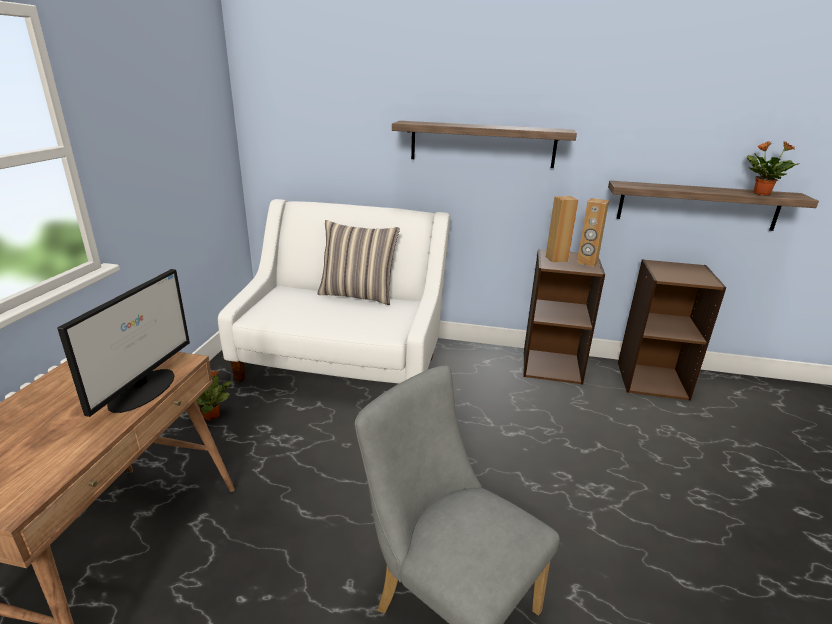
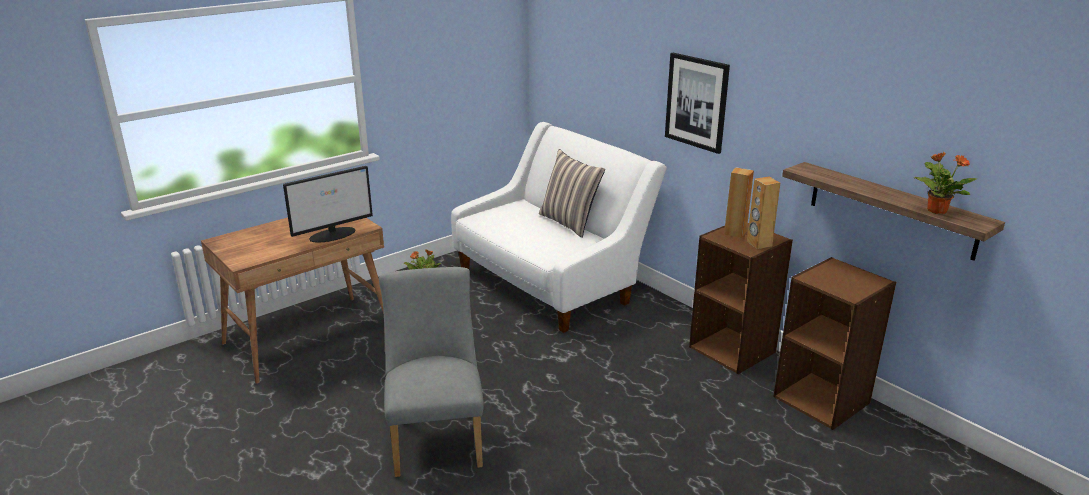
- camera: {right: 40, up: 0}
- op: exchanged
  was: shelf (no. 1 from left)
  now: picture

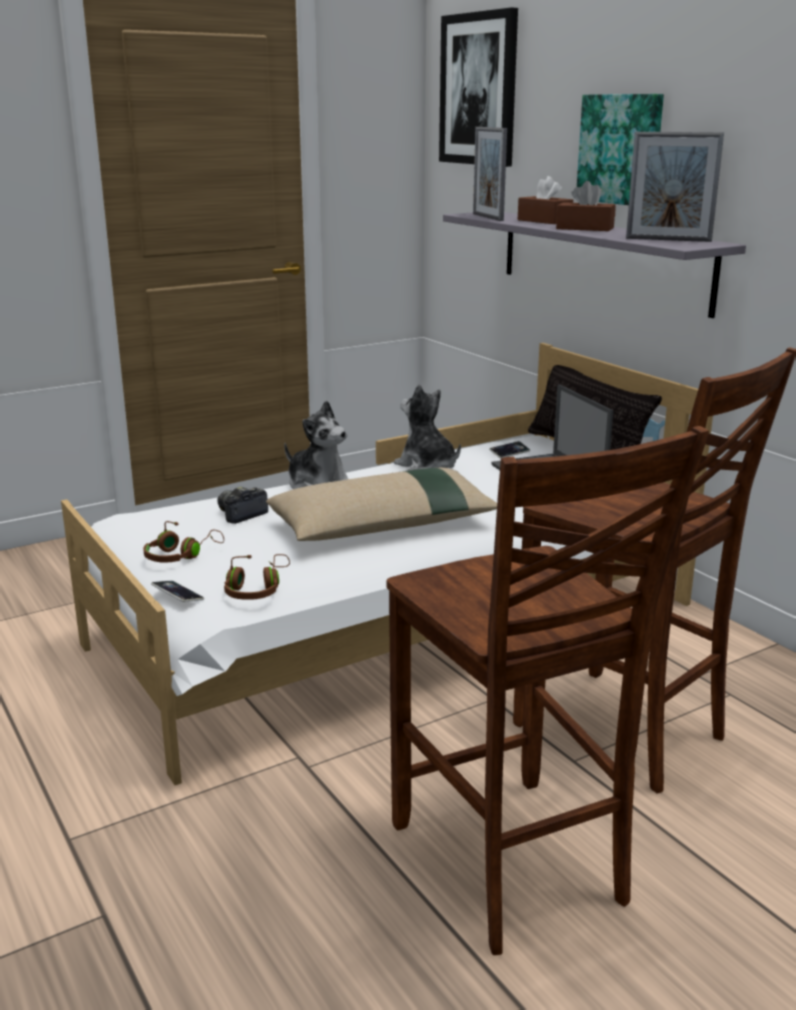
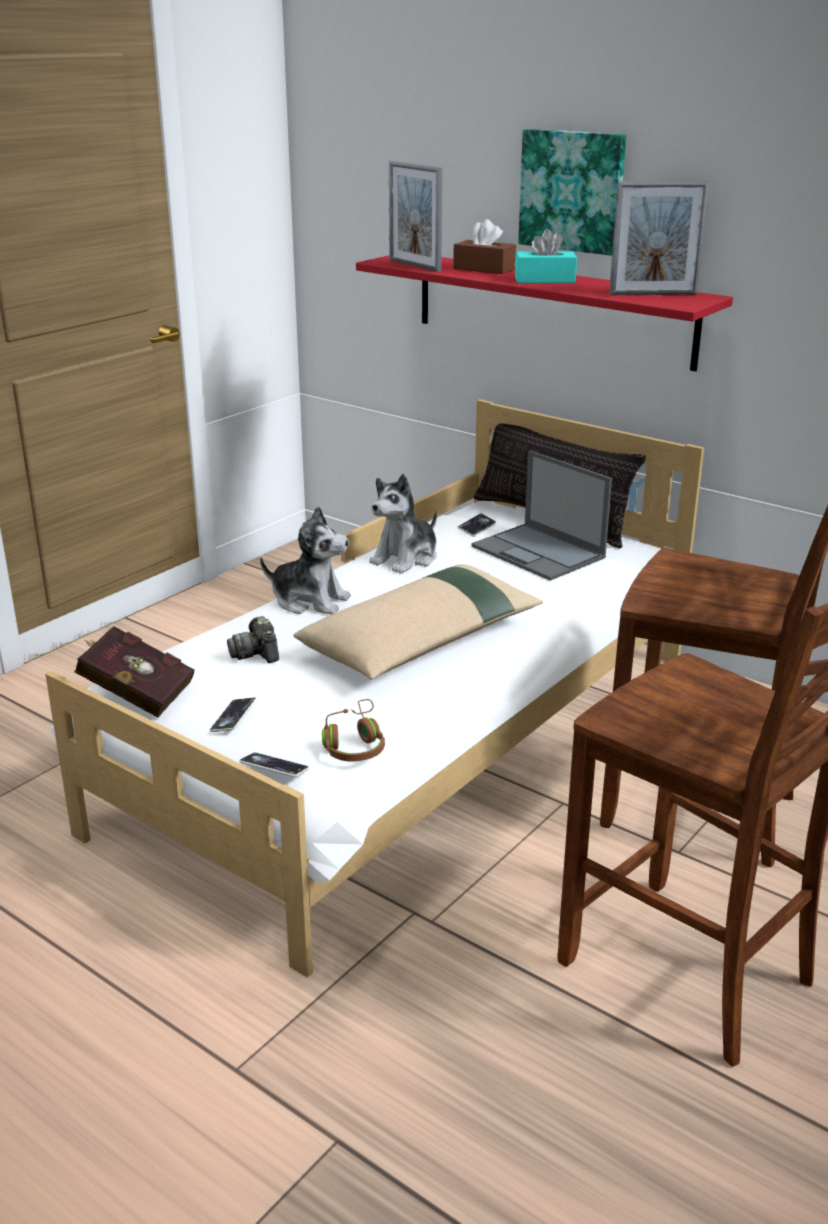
- camera: {right: -20, up: 5}
- op: appeared
  now: red_book
- op: exchanged
  was: brown_headphones (no. 1 from left)
  now: phone (no. 1 from left)
- op: spun
  was: photo_camera
  clockwise: -45
- op: colour
  was: grey_shelf
  now: red_shelf
- op: spun
  was: plush_toy (no. 2 from left)
  clockwise: -75
- op: colour
  was: brown_tissue_box (no. 2 from left)
  now: turquoise_tissue_box
- op: missing
  was: picture (no. 1 from left)

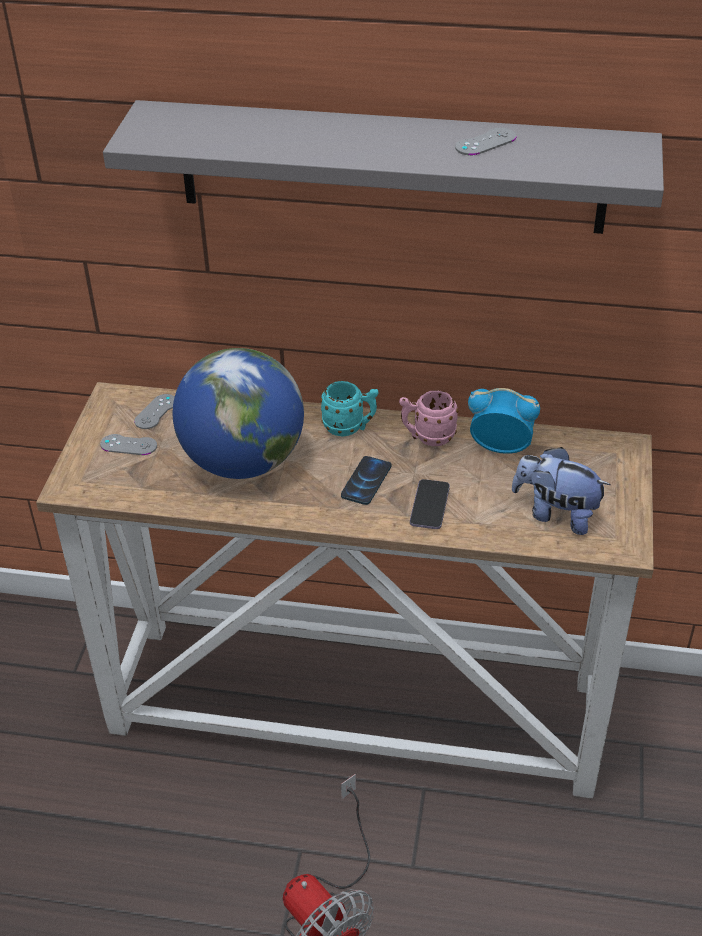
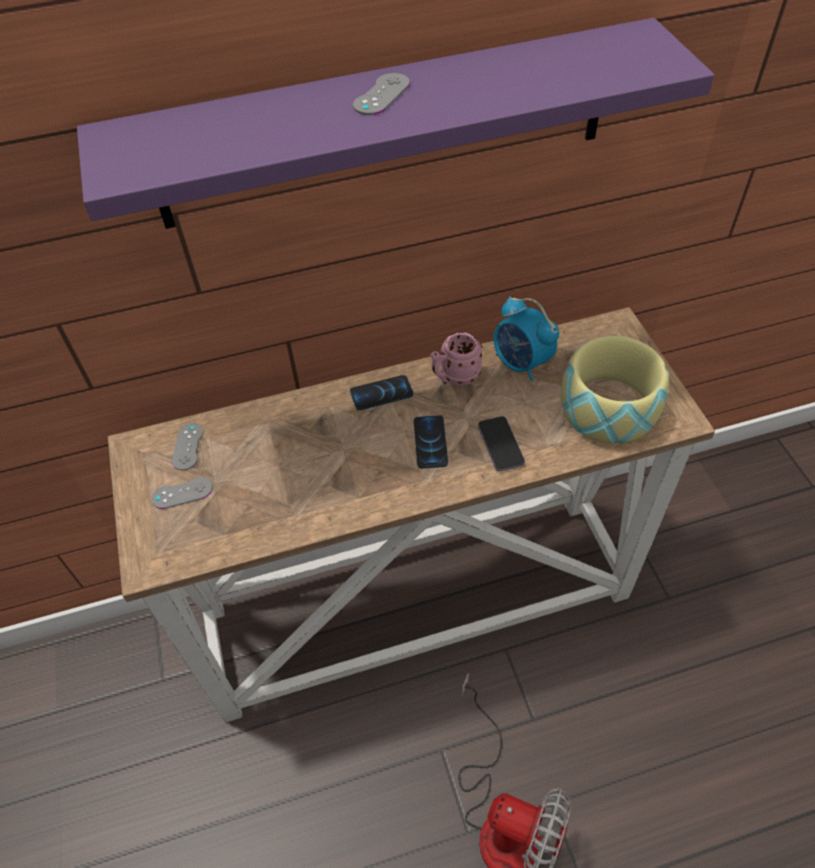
- camera: {right: -25, up: 10}
- op: colour
  was: grey_shelf
  now: purple_shelf
- op: exchanged
  was: turquoise_mug
  now: phone (no. 1 from left)
- op: relocated
  was: grey_game_controller (no. 3 from left)
- op: spun
  was: alarm_clock
  clockwise: -120
- op: exchanged
  was: plush_toy
  now: bowl
- op: missing
  was: globe

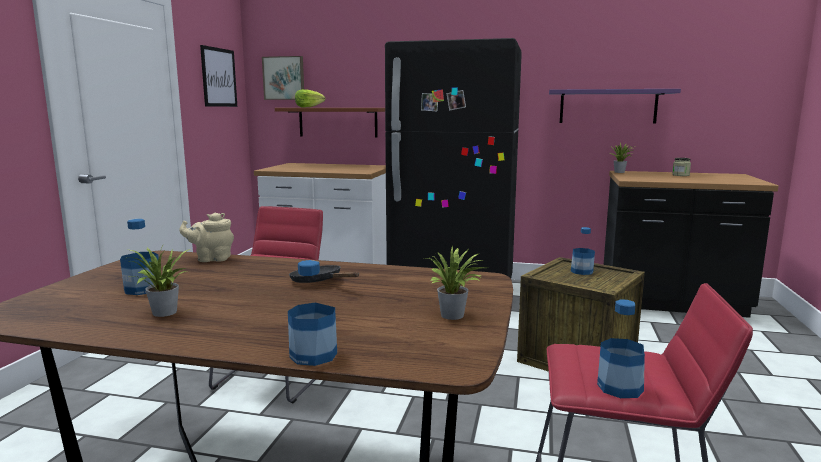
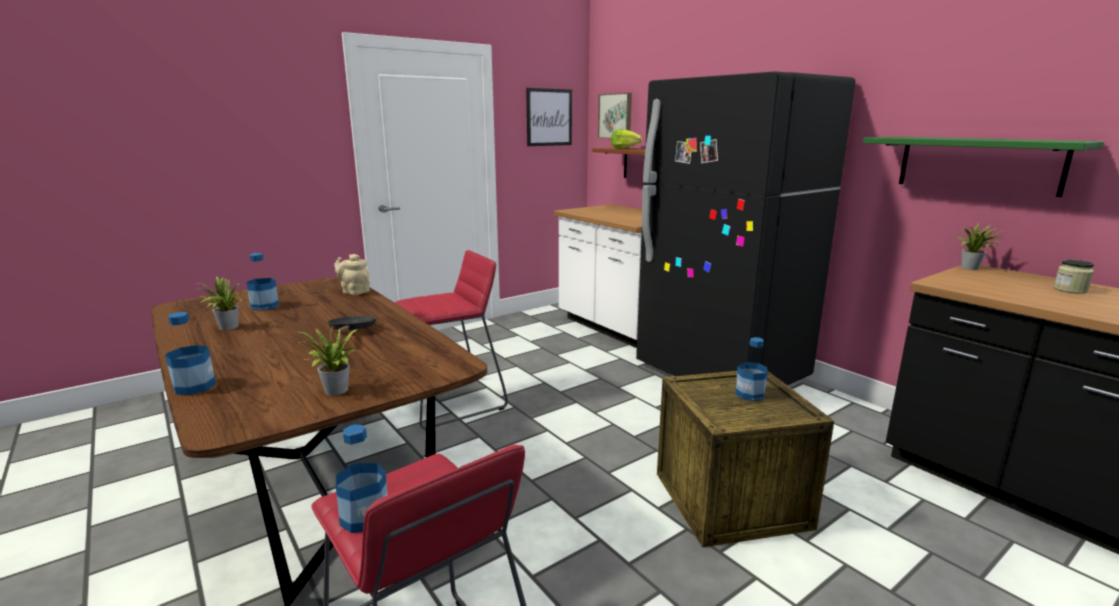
- camera: {right: 40, up: 5}
- op: colour
  was: purple_shelf
  now: green_shelf

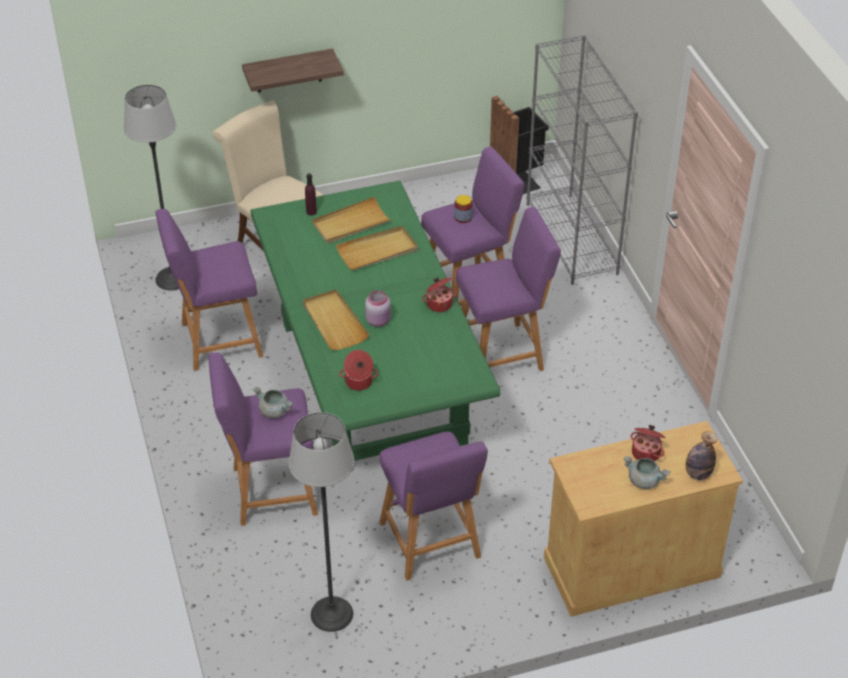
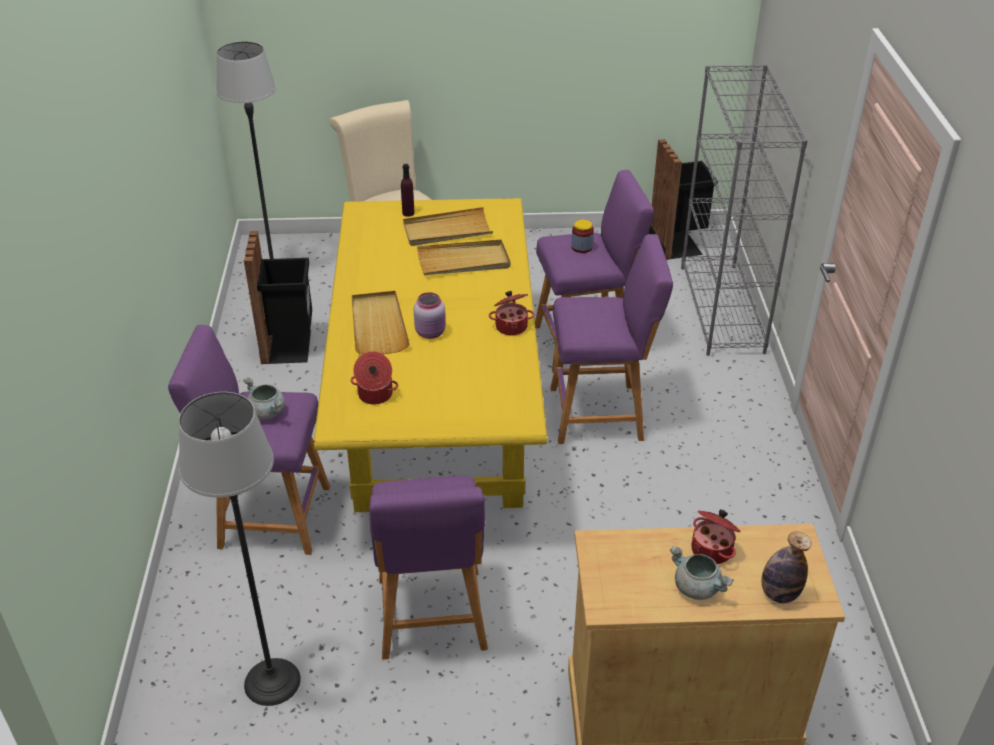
- camera: {right: 15, up: -5}
- op: exchanged
  was: purple_stool (no. 1 from left)
  now: black_trash_can (no. 1 from left)
- op: colour
  was: green_dining_table
  now: yellow_dining_table
- op: missing
  was: shelf

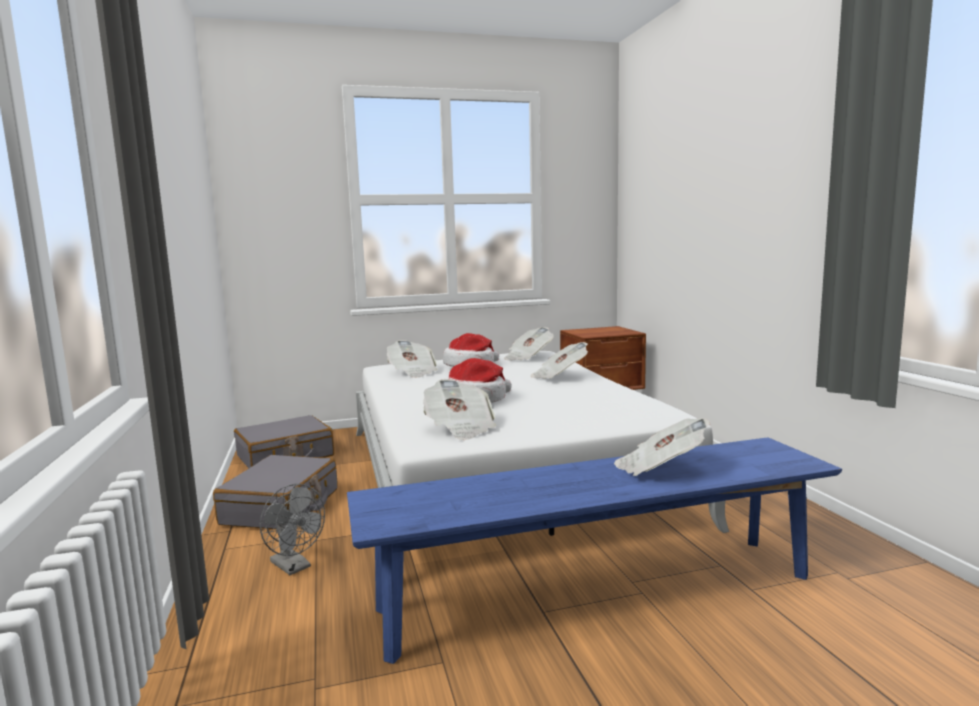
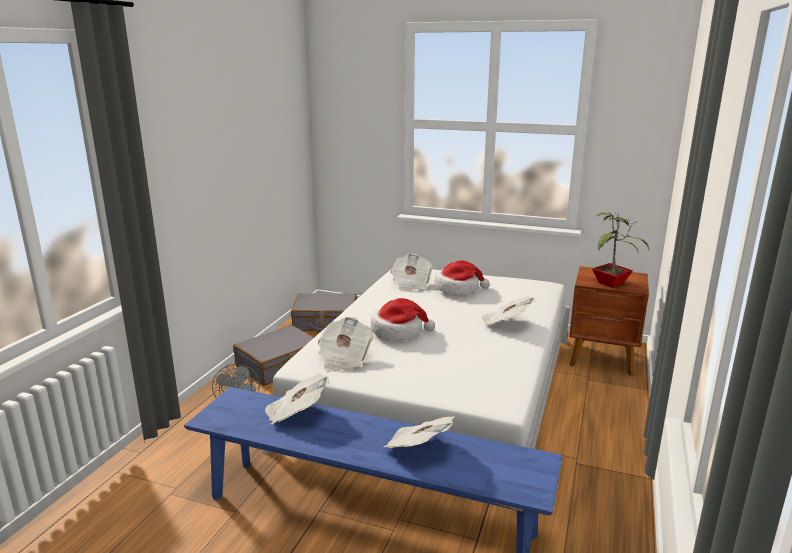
- camera: {right: 35, up: 10}
- op: relocated
  was: newspaper (no. 3 from left in the first image)
  now: newspaper (no. 1 from left)
- op: appeared
  now: potted_plant

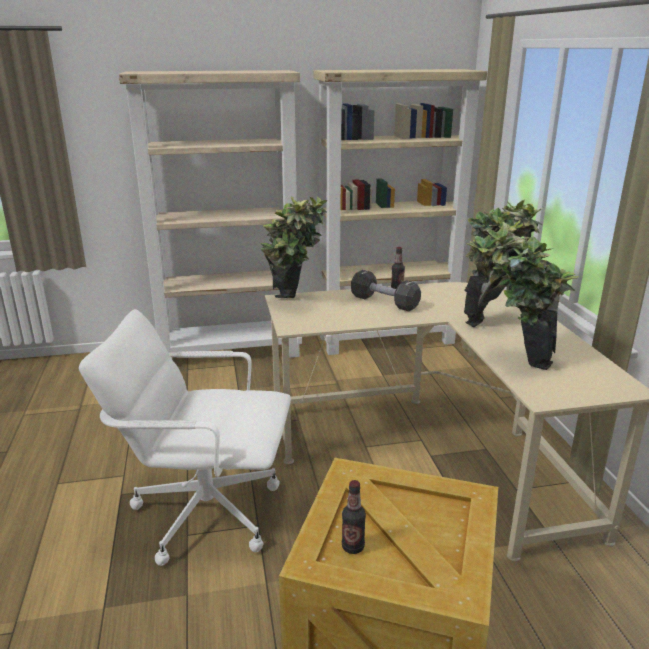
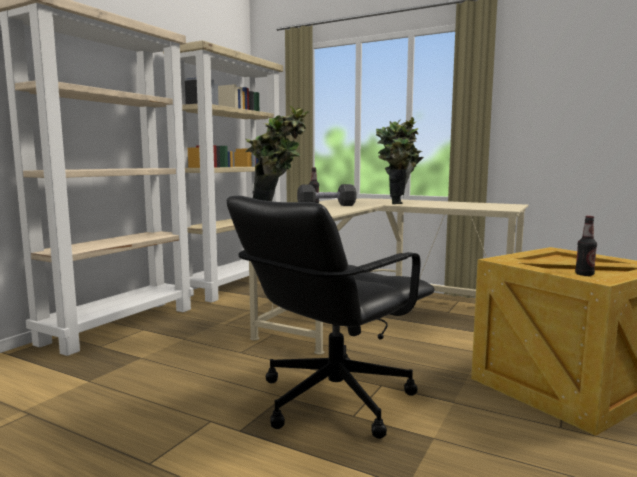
- camera: {right: -50, up: -15}
- op: colour
  was: white_office_chair
  now: black_office_chair
- op: missing
  was: potted_plant (no. 3 from left)

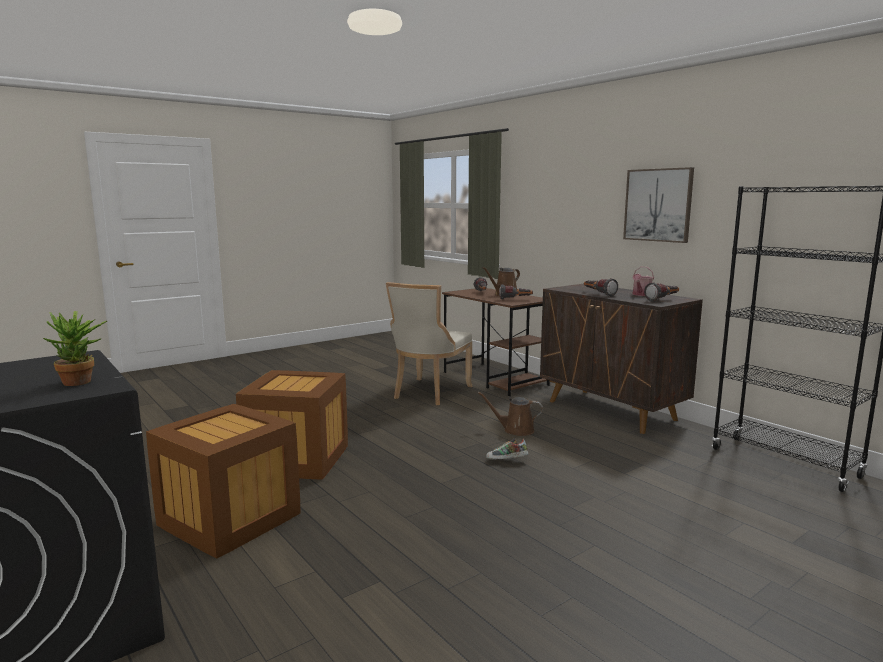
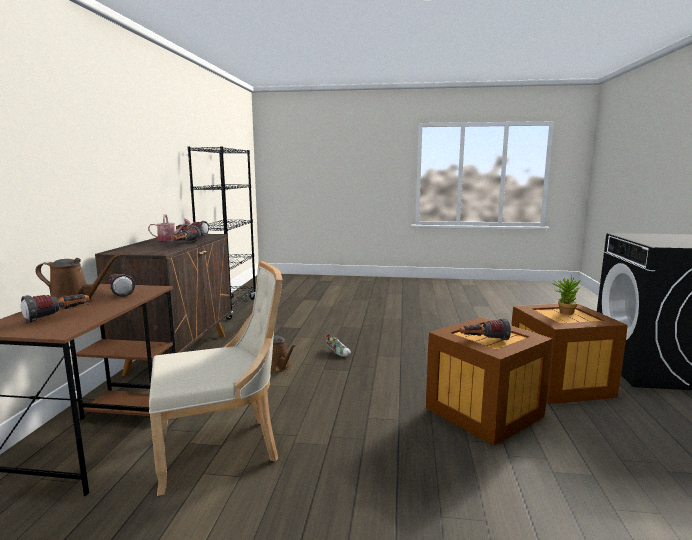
- camera: {right: -135, up: 0}
- op: appeared
  now: flashlight (no. 5 from left)
- op: relocated
  was: potted_plant
- op: missing
  was: picture

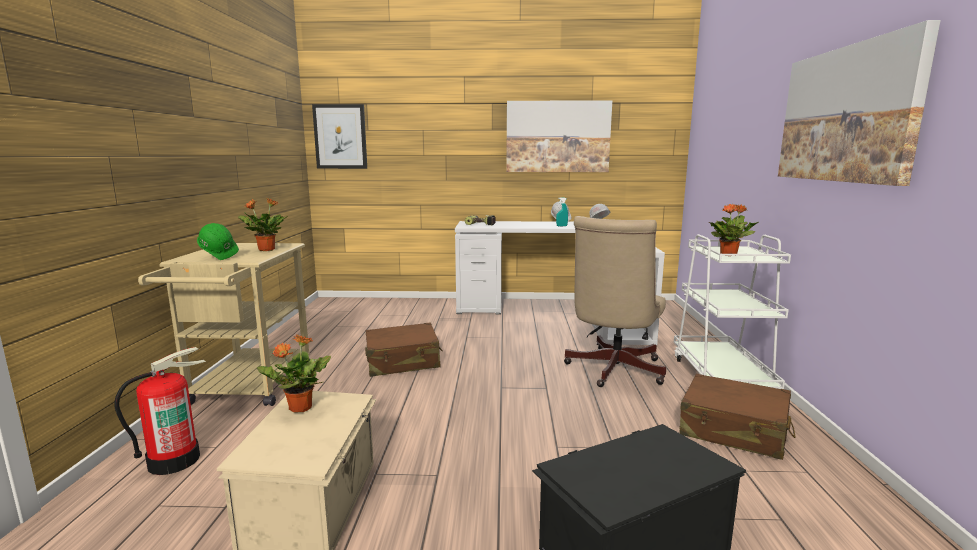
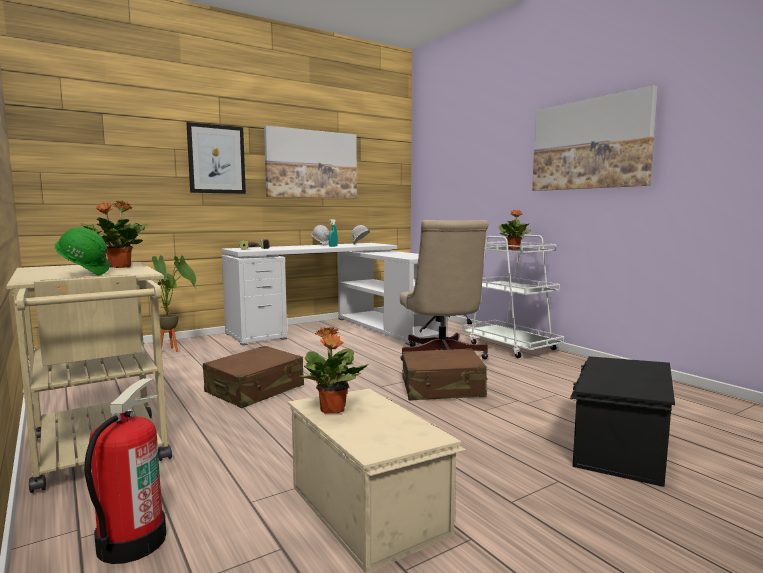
- camera: {right: -35, up: -5}
- op: appeared
  now: potted_plant (no. 2 from left)
- op: relocated
  was: picture (no. 1 from left)
- op: relocated
  was: brown_suitcase (no. 2 from left)

